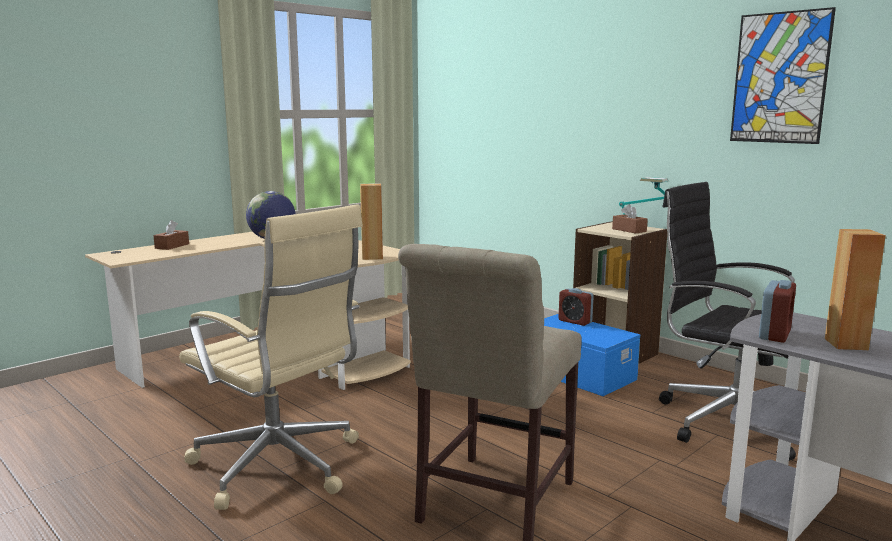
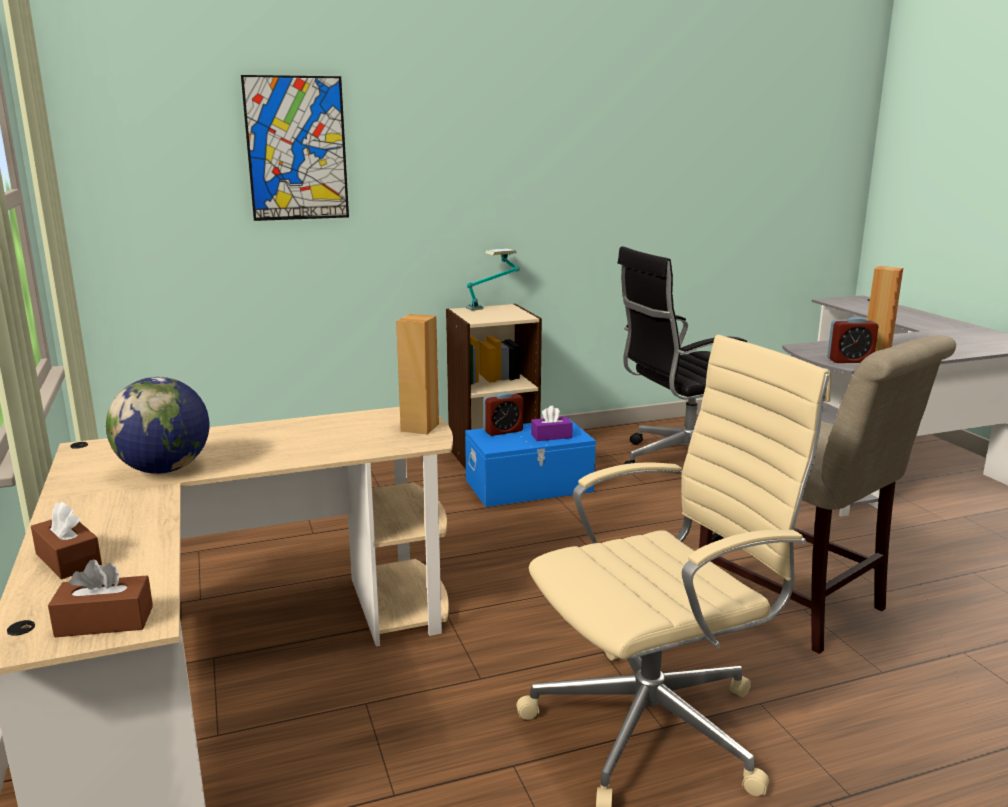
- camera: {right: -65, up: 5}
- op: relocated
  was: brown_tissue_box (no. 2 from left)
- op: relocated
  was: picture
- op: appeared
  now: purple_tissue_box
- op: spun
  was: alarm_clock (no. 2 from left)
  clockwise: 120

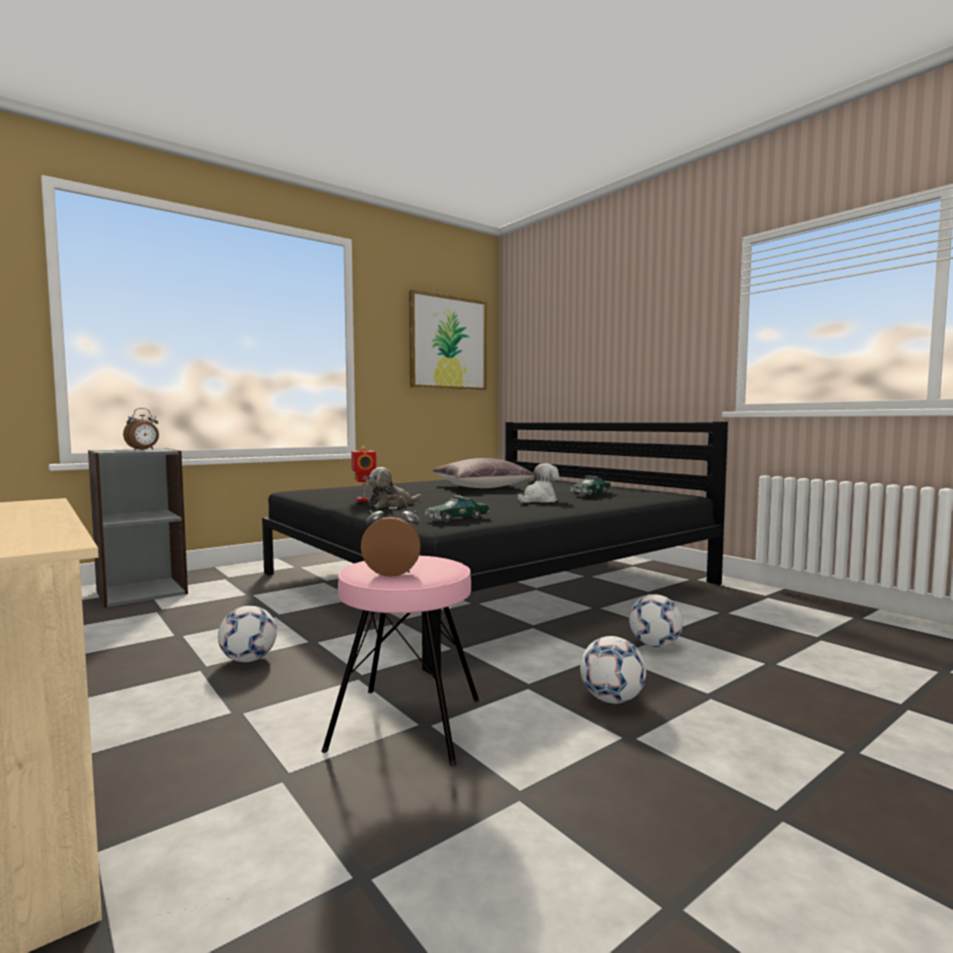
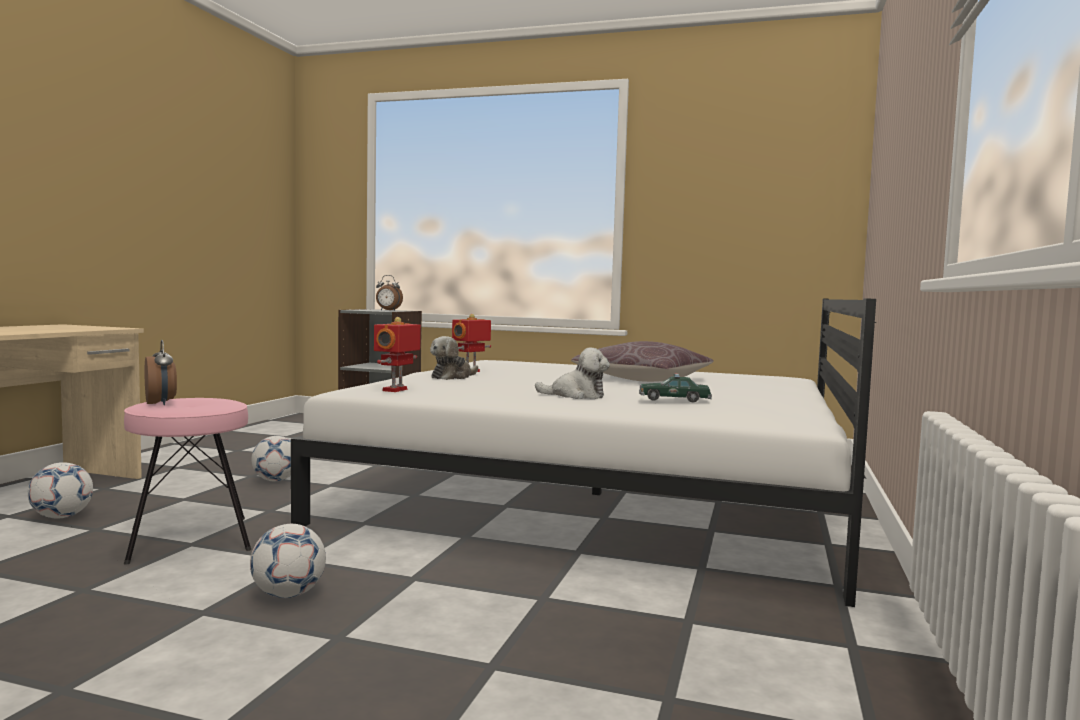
- camera: {right: 55, up: 0}
- op: relocated
  was: football (no. 3 from left in the first image)
  now: football (no. 1 from left)
- op: colour
  was: black_bed
  now: white_bed
- op: exchanged
  was: toy_car (no. 1 from left)
  now: toy_robot (no. 1 from left)
- op: spun
  was: plush_toy (no. 1 from left)
  clockwise: -75
- op: missing
  was: picture

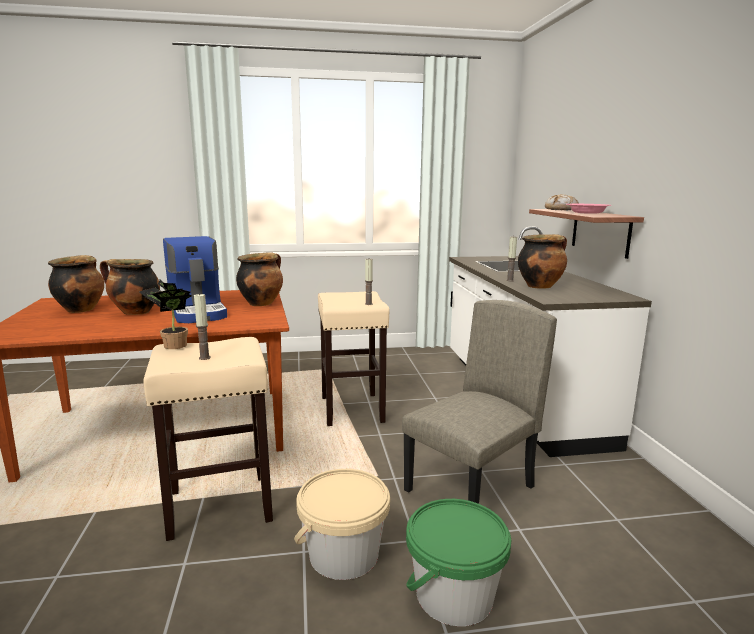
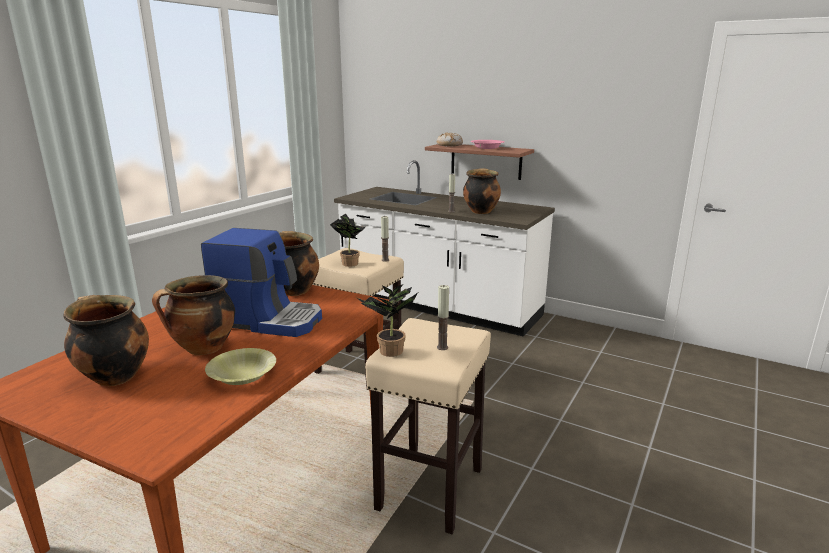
- camera: {right: -50, up: 5}
- op: appeared
  now: yellow_bowl
- op: appeared
  now: potted_plant (no. 1 from left)
- op: missing
  was: beige_bucket
- op: missing
  was: beige_chair
- op: missing
  was: green_bucket

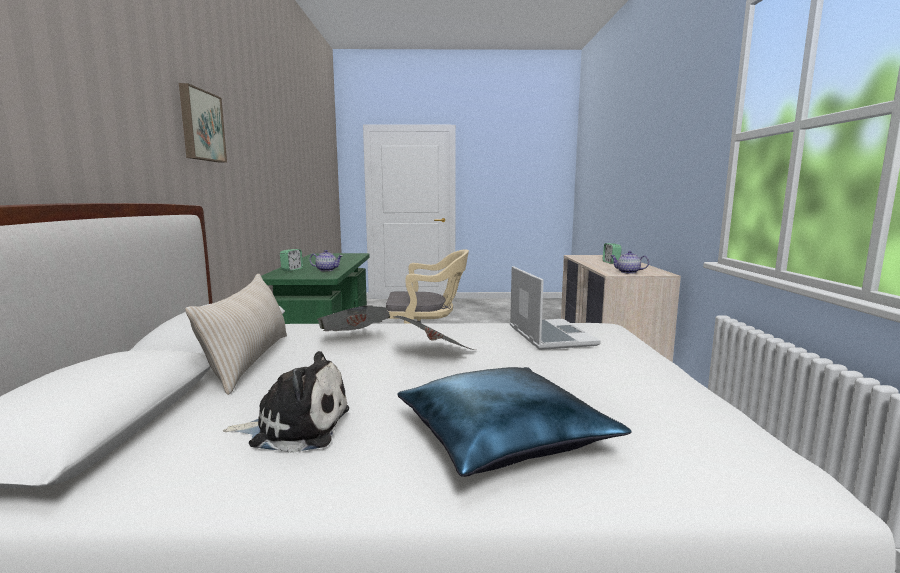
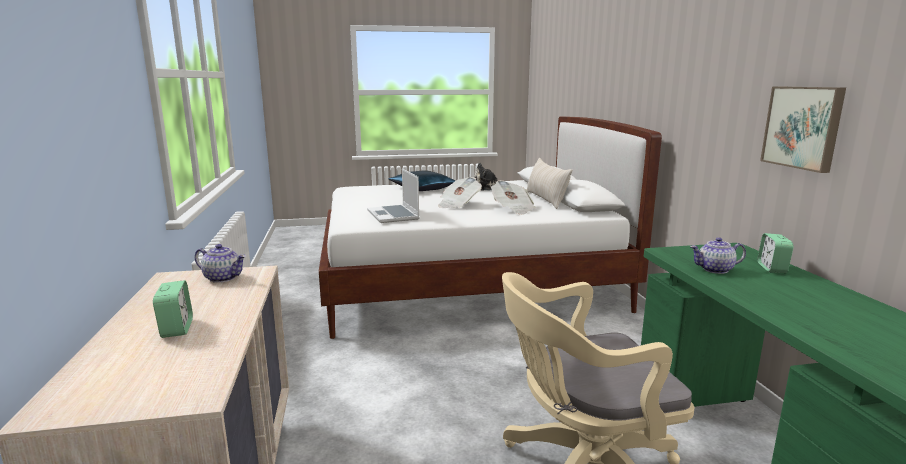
- camera: {right: 170, up: 5}
- op: relocated
  was: picture

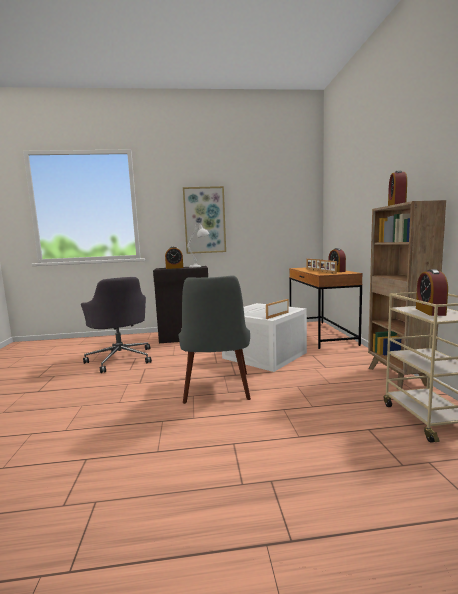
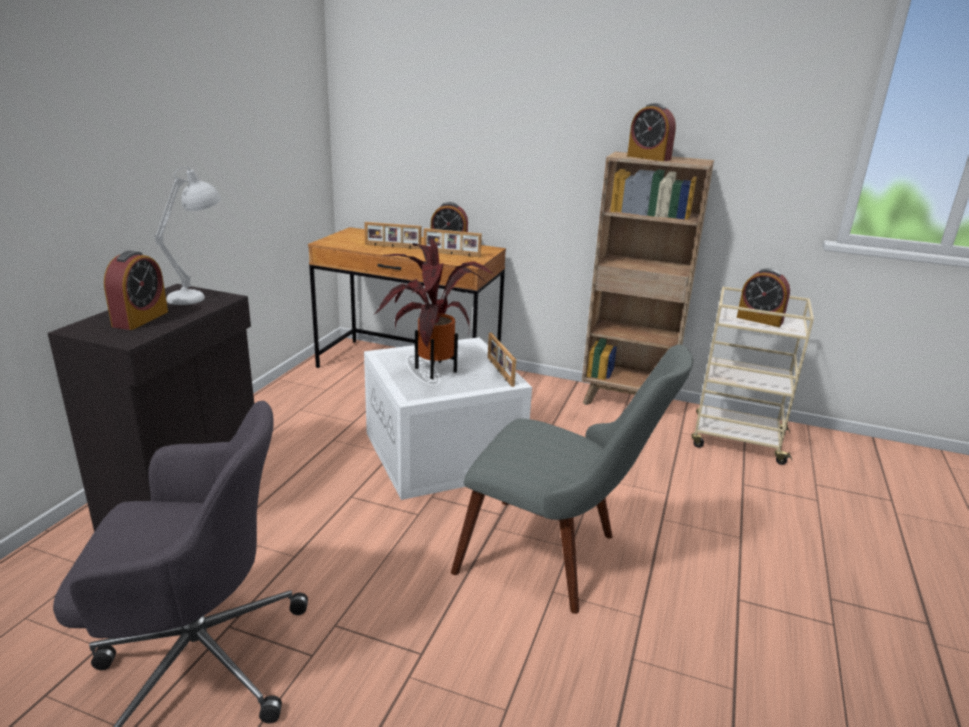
- camera: {right: -65, up: 15}
- op: appeared
  now: potted_plant
- op: missing
  was: picture

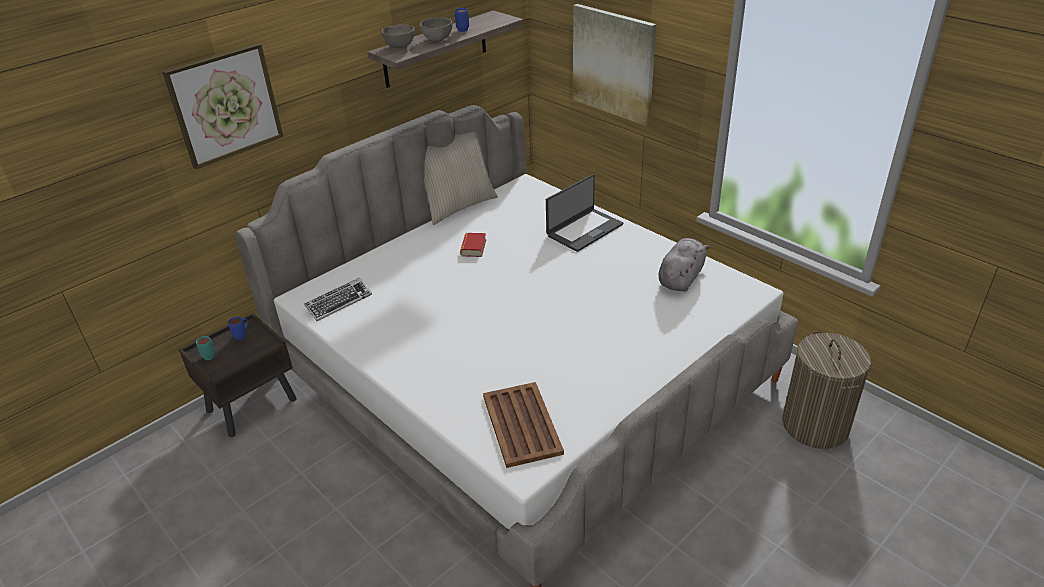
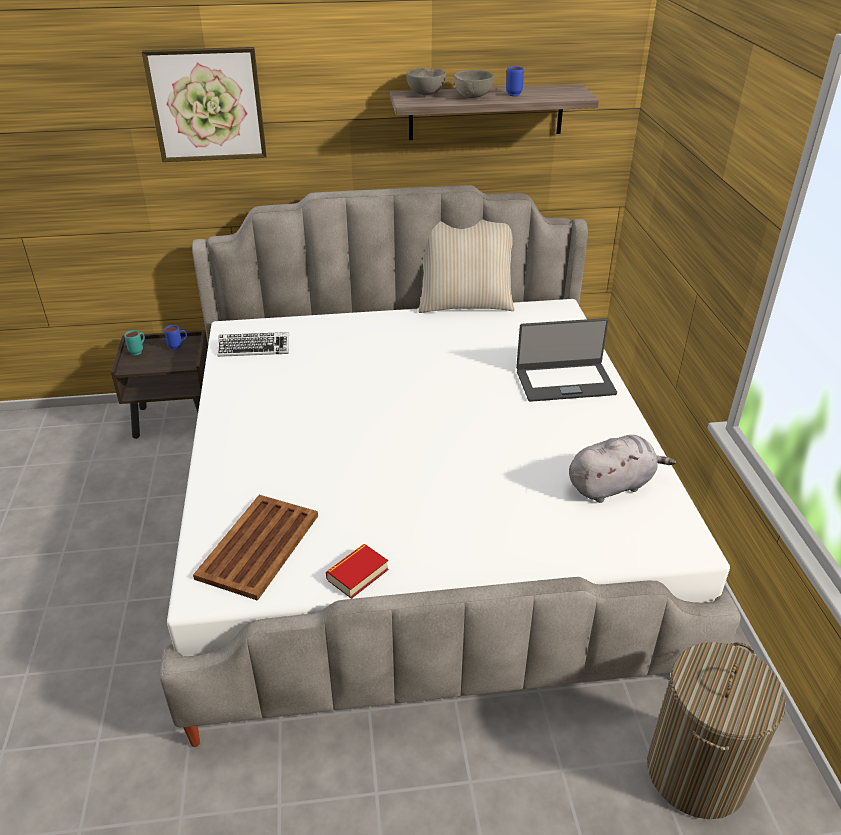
- camera: {right: 35, up: 0}
- op: relocated
  was: book
- op: missing
  was: picture (no. 2 from left)

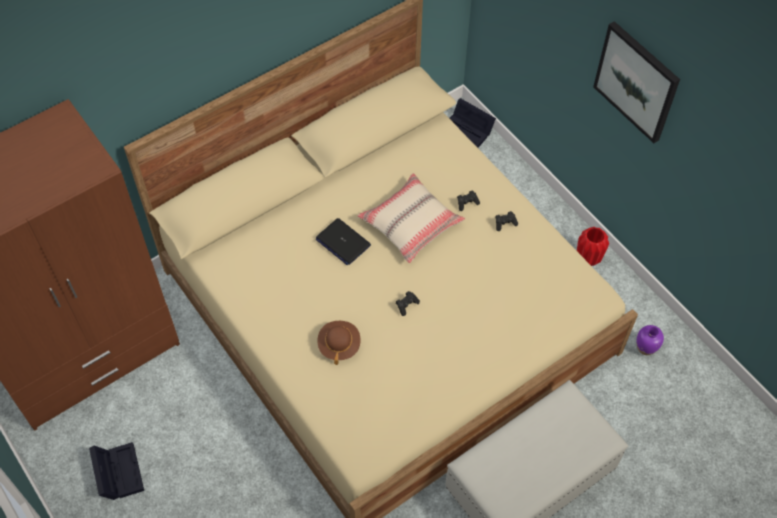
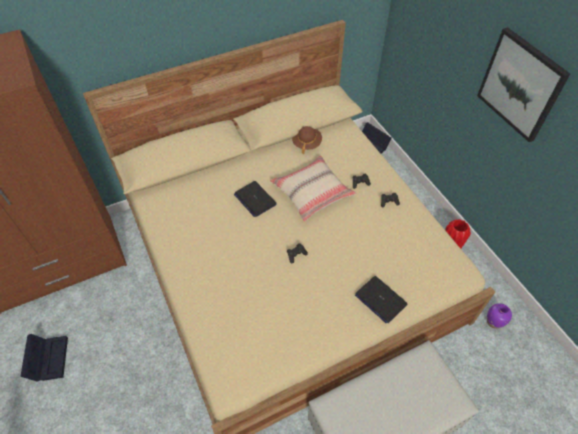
- camera: {right: 10, up: -5}
- op: relocated
  was: brown_hat
- op: appeared
  now: laptop (no. 2 from left)

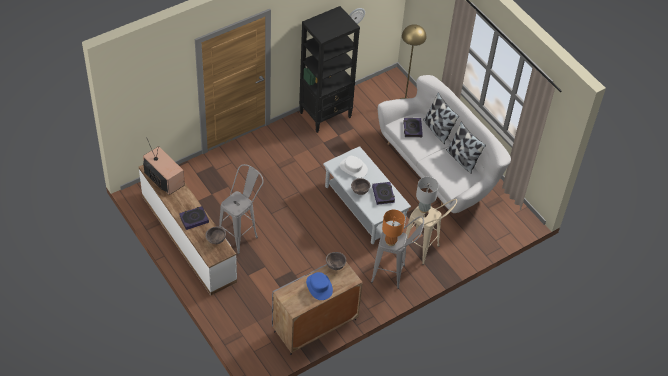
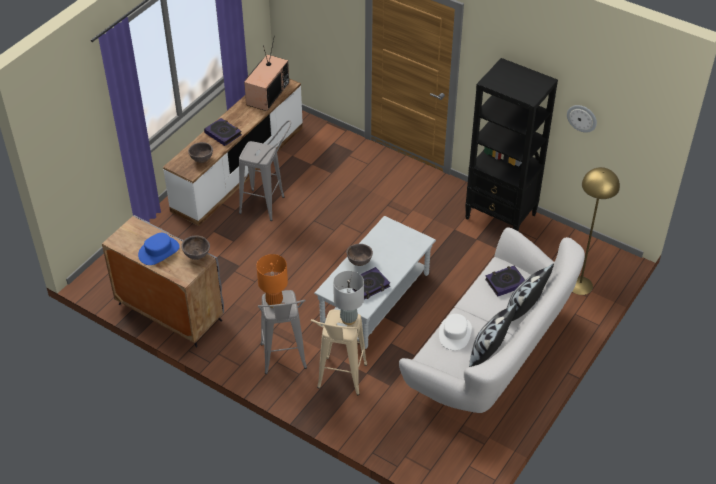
- camera: {right: 70, up: -5}
- op: relocated
  was: white_hat

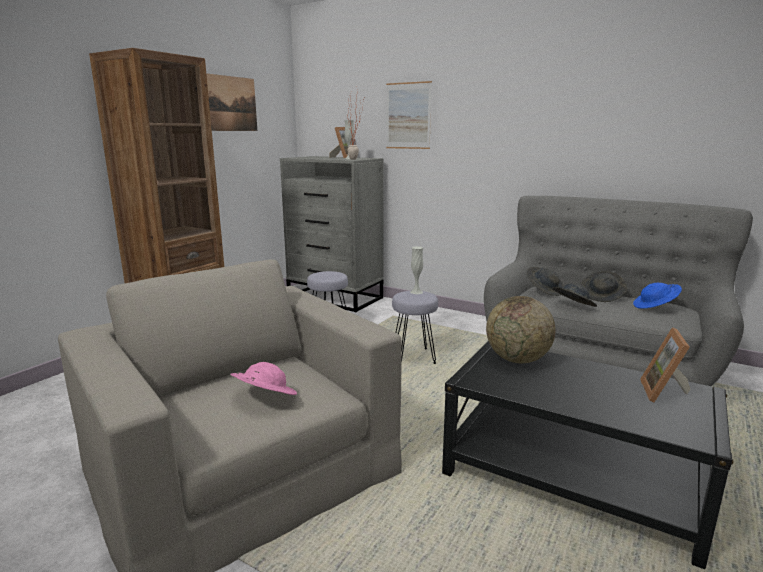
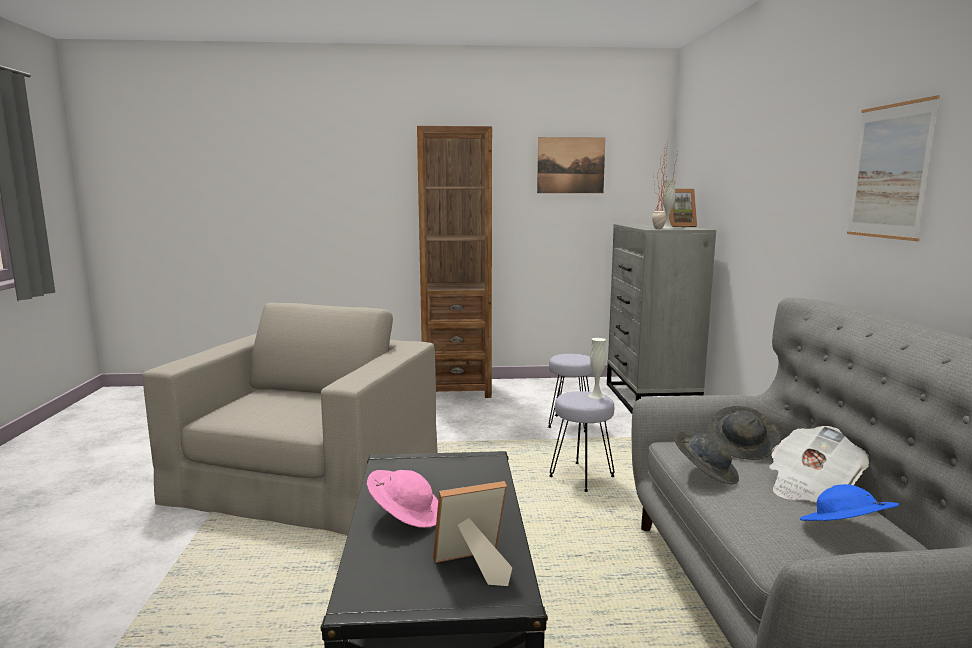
- camera: {right: 55, up: -5}
- op: relocated
  was: pink_hat
- op: exchanged
  was: grey_hat (no. 3 from left)
  now: newspaper
- op: relocated
  was: picture (no. 2 from left)
- op: missing
  was: globe

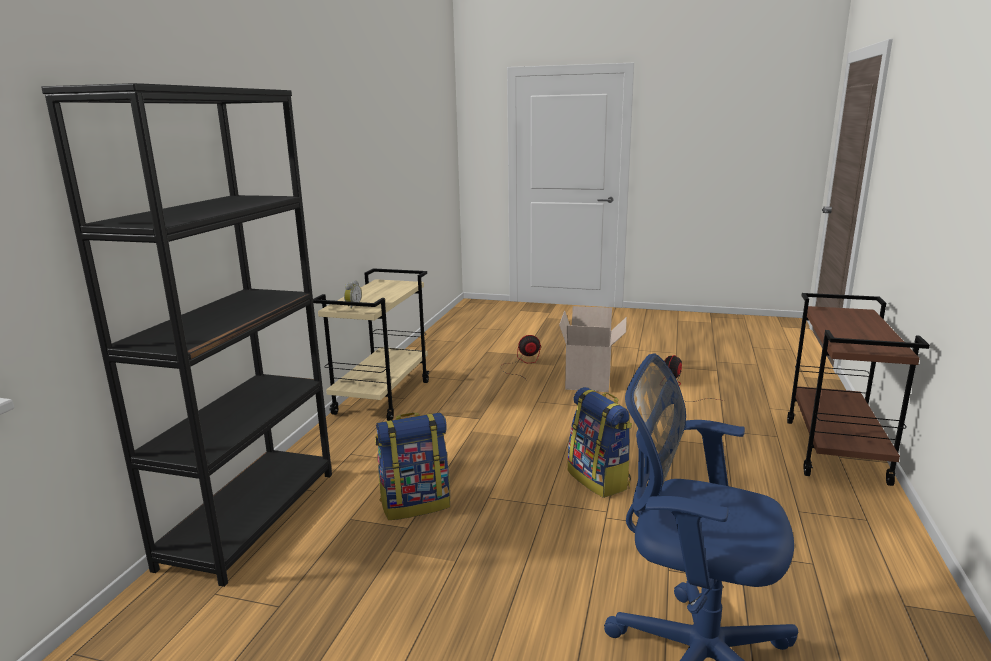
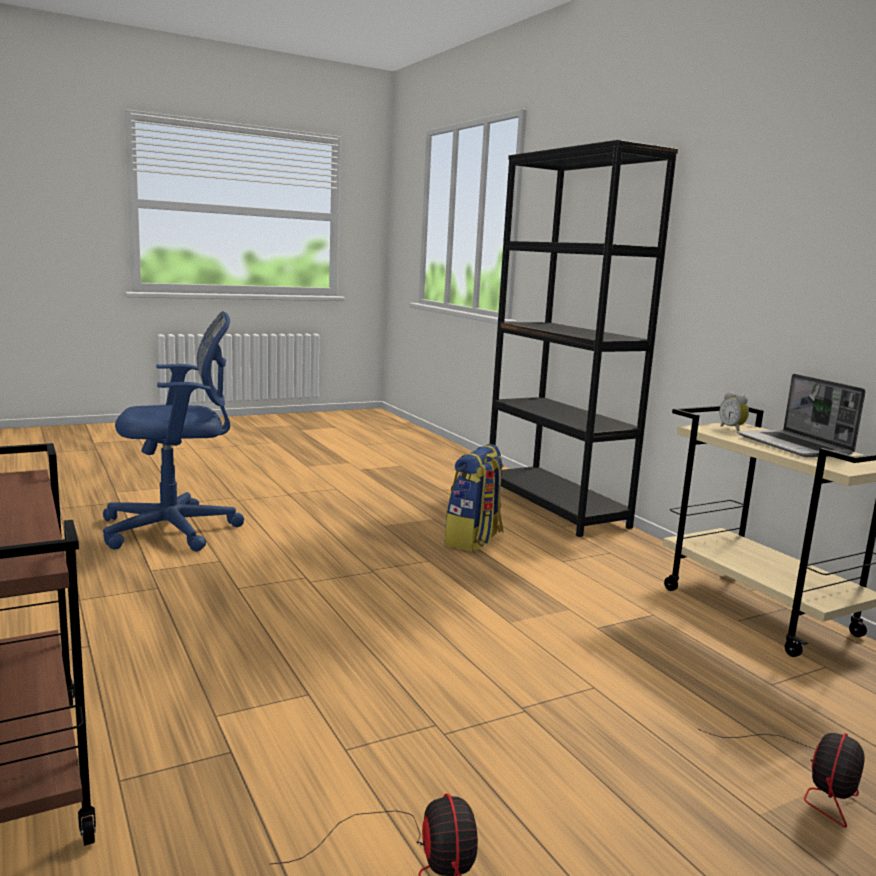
- camera: {right: 135, up: -5}
- op: appeared
  now: laptop
- op: missing
  was: cardboard_box
- op: missing
  was: backpack (no. 2 from left)

